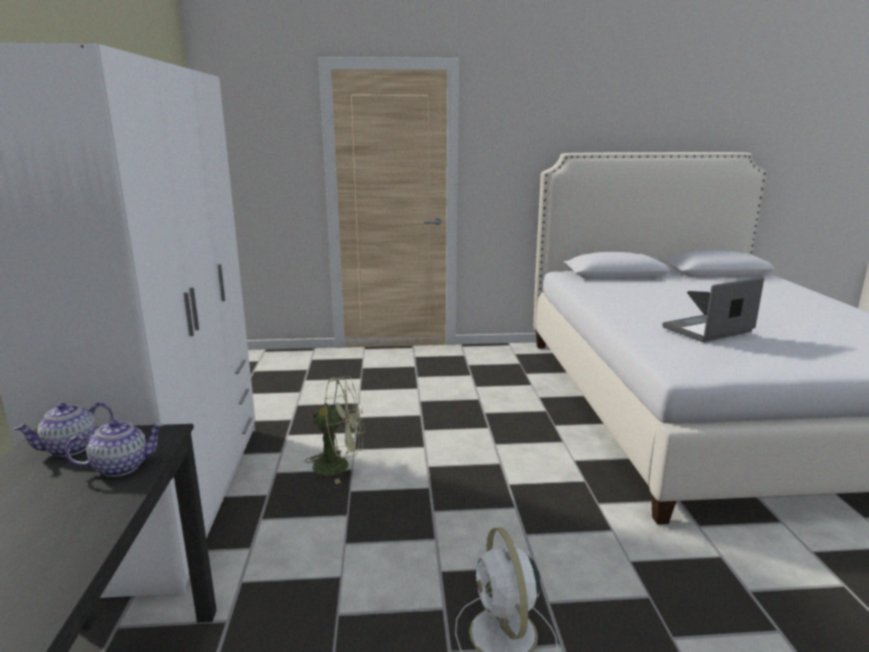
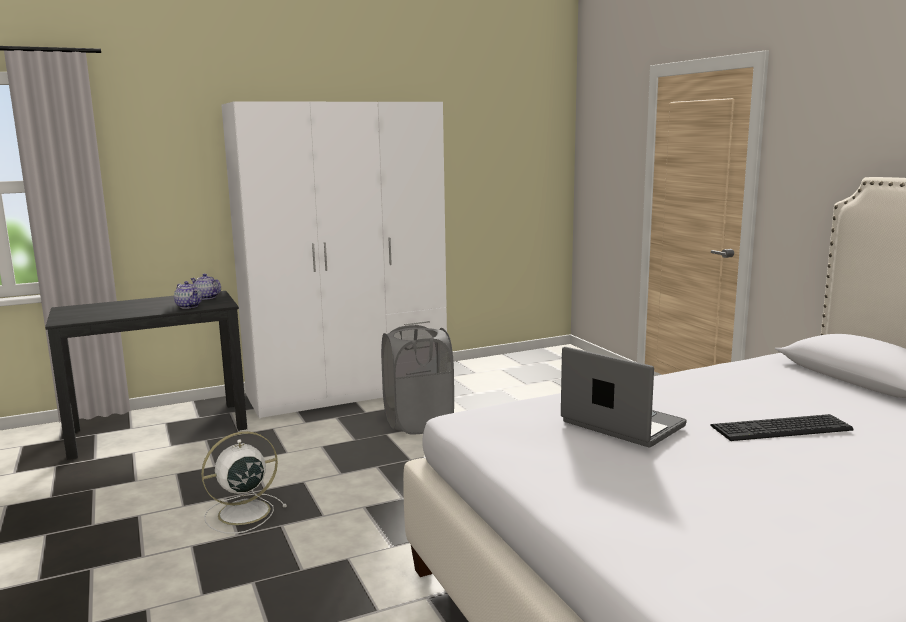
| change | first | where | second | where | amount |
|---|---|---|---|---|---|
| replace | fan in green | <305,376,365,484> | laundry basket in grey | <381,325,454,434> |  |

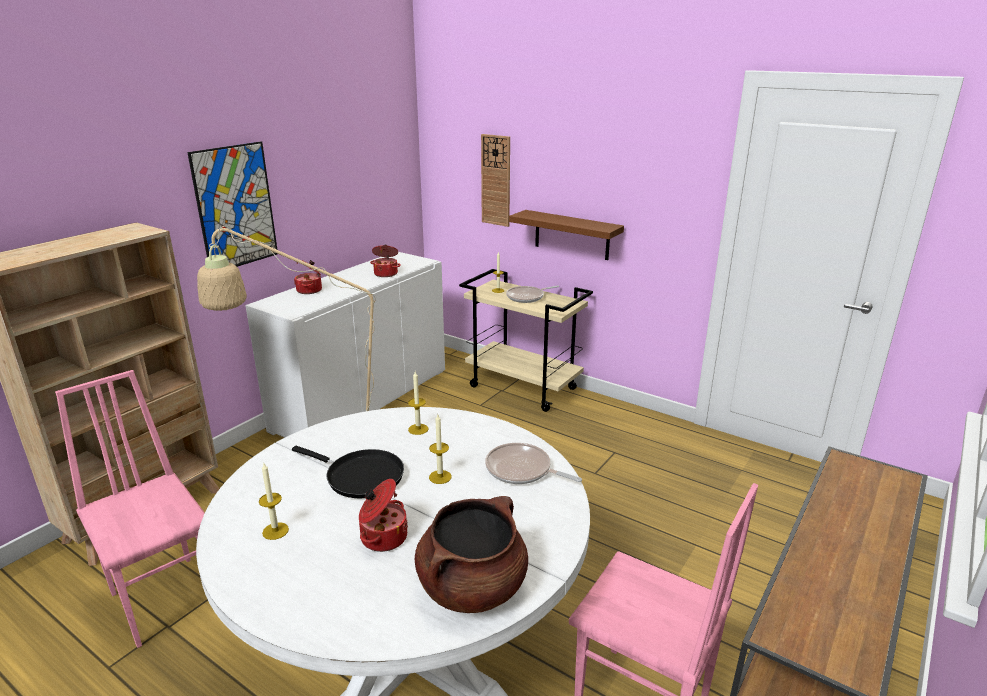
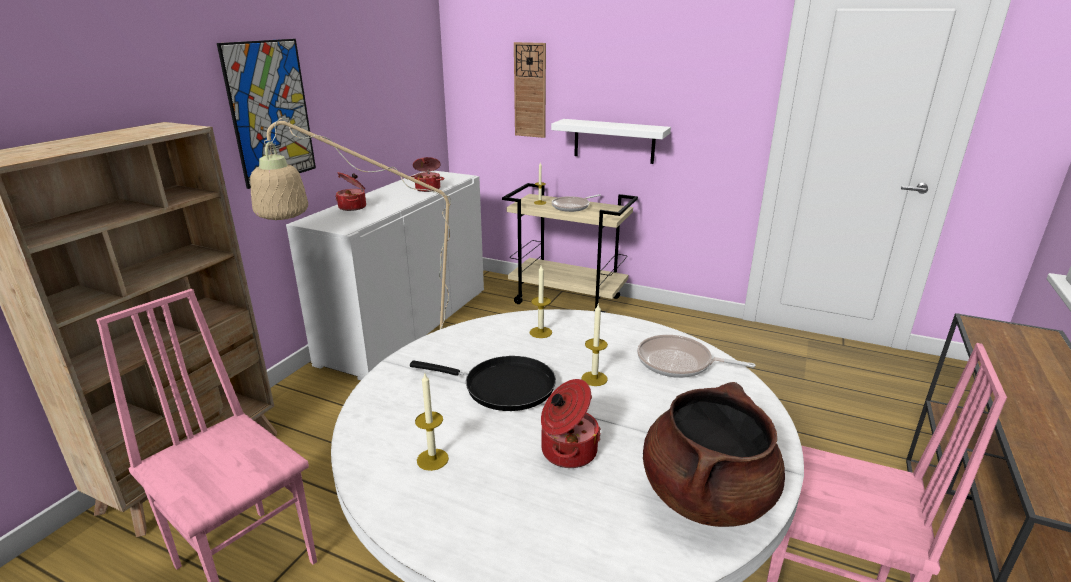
| change | first | where | second | where | amount |
|---|---|---|---|---|---|
| recolor | shelf in brown | <509,210,624,260> | shelf in white | <551,119,671,164> |  |

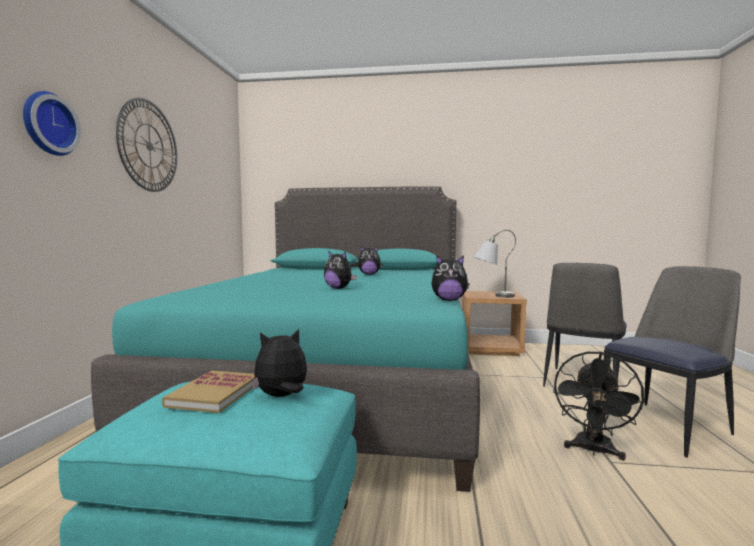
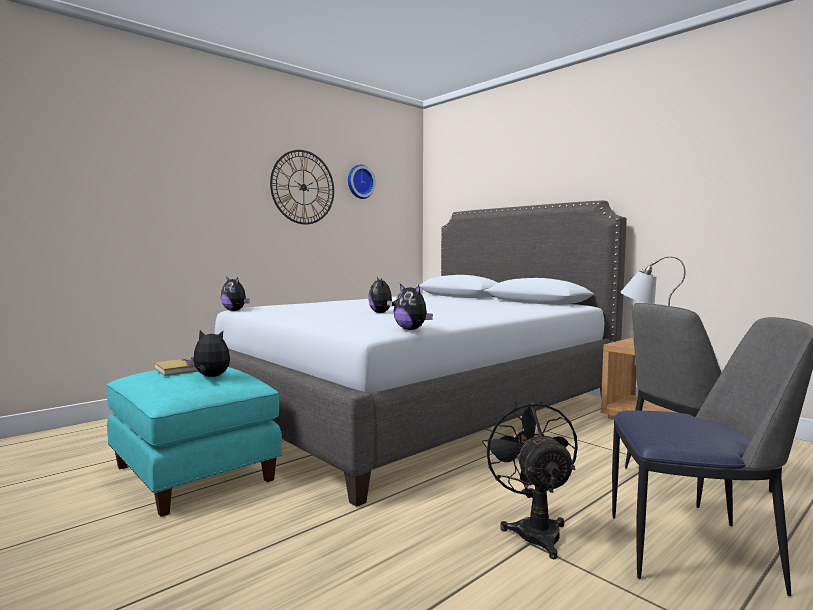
| change | first | where | second | where | amount |
|---|---|---|---|---|---|
| move | wall clock | <23,91,81,156> |  | <348,165,376,199> |  |
| recolor | bed in turquoise | <91,186,480,492> | bed in grey | <215,200,627,507> |  |
| move | plush toy | <358,246,382,275> |  | <221,276,250,311> |  |
| rotate | fan in black | <553,351,645,461> |  | <482,400,578,559> | 105 degrees clockwise |

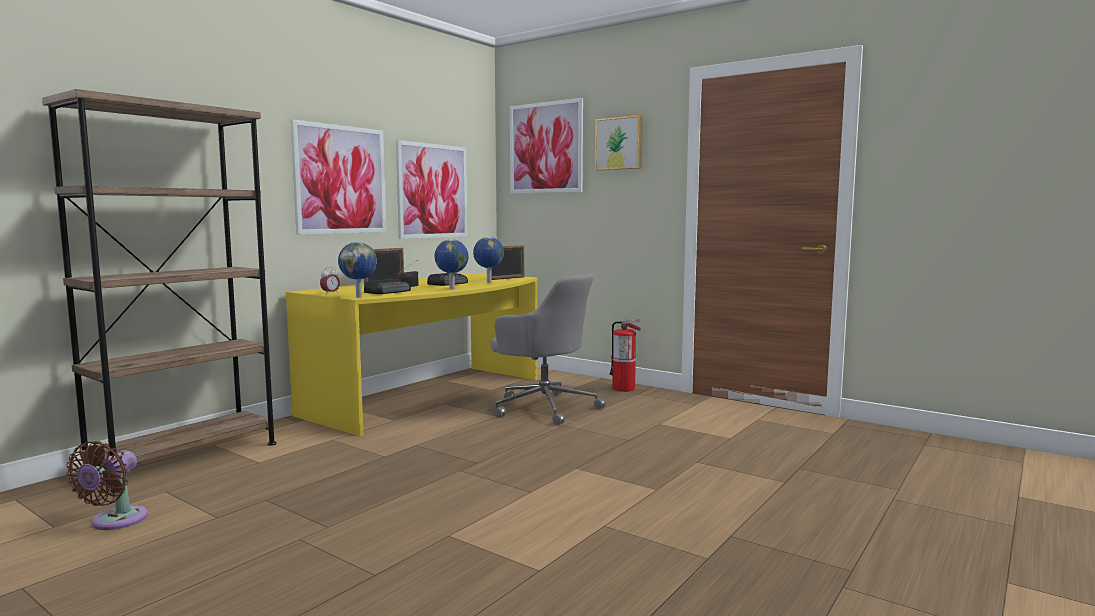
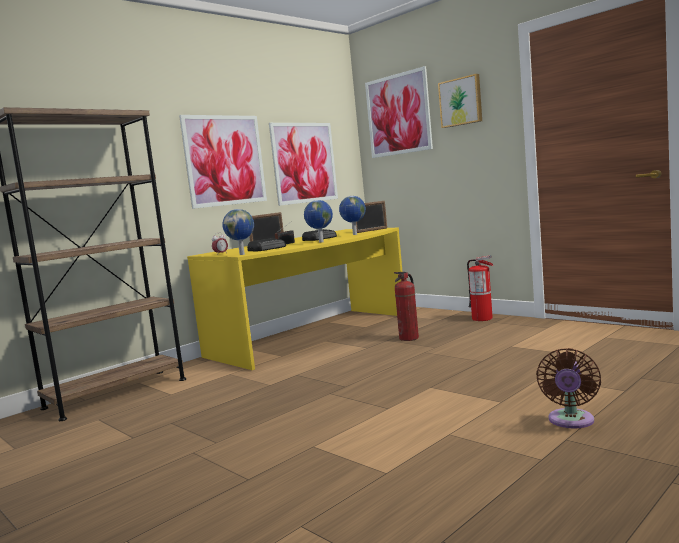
| change | first | where | second | where | amount |
|---|---|---|---|---|---|
| move | fan in brown | <66,441,148,530> |  | <536,348,601,428> |  |
| replace | office chair in grey | <490,274,605,425> | fire extinguisher | <394,272,419,341> |  |

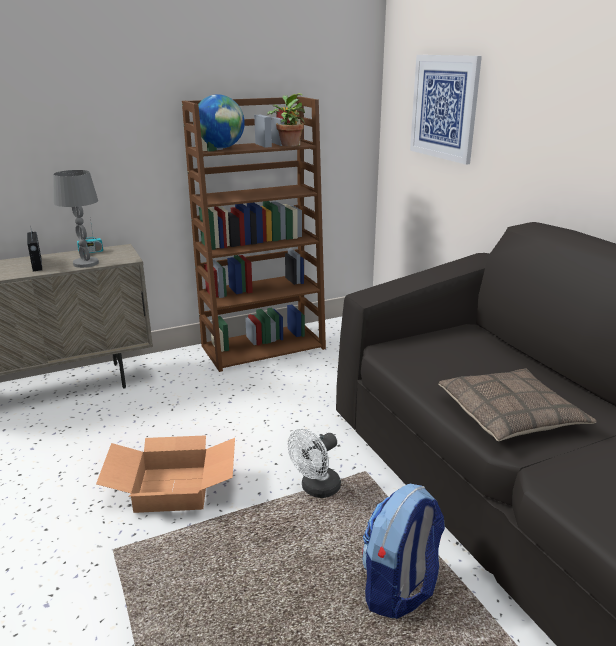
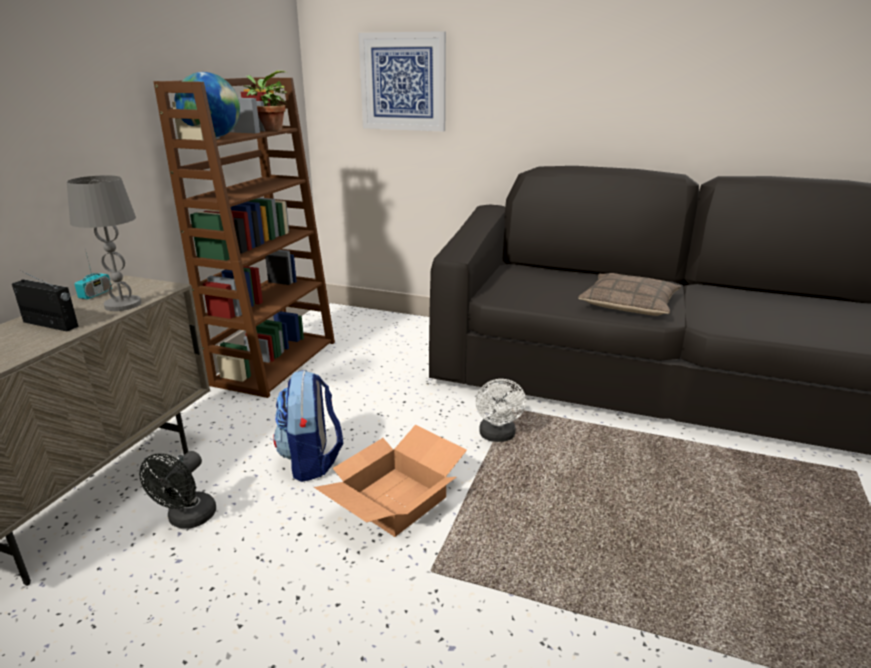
| change | first | where | second | where | amount |
|---|---|---|---|---|---|
| move | backpack | <362,484,445,619> |  | <274,370,343,482> |  |
| insert |  |  | fan in black | <139,451,216,529> |  |

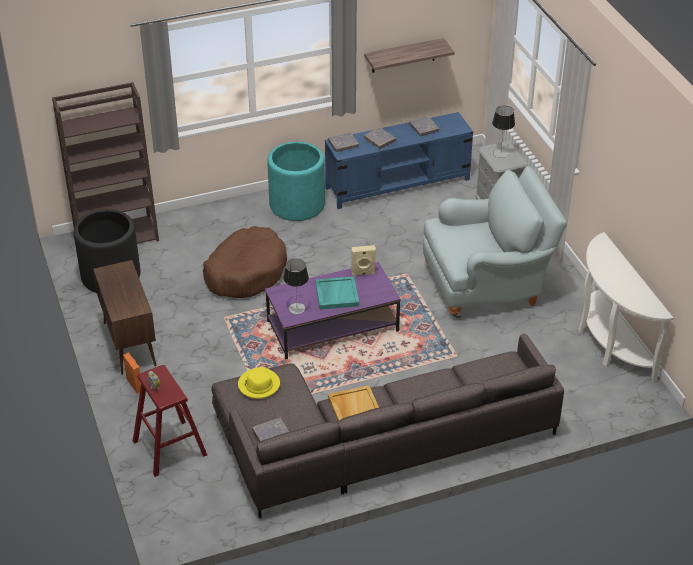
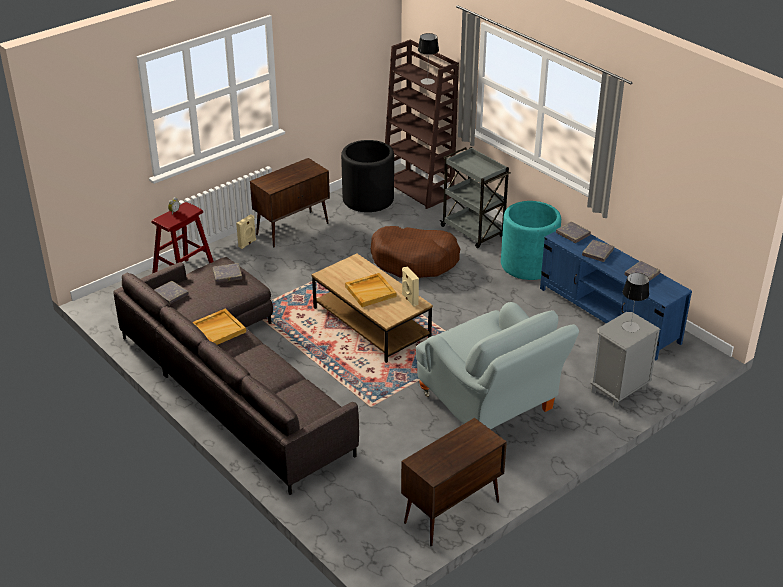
| change | first | where | second | where | amount |
|---|---|---|---|---|---|
| recolor | speaker in orange | <123,353,141,393> | speaker in beige | <236,214,256,249> |  |
| replace | hat in yellow | <238,367,280,399> | book in grey | <212,263,242,283> |  |
| recolor | coffee table in purple | <265,262,401,360> | coffee table in brown | <312,254,433,363> |  |
| move | table lamp | <284,259,309,314> |  | <418,33,439,85> |  |
| recolor | tray in turquoise | <315,276,359,309> | tray in beige | <345,273,397,307> |  |
| delete | shelf | <364,38,455,73> |  |  |  |
| replace | console table in white | <579,232,673,382> | cabinet in brown | <401,418,507,546> |  |
| insert |  |  | cart in grey | <440,147,511,248> |  |

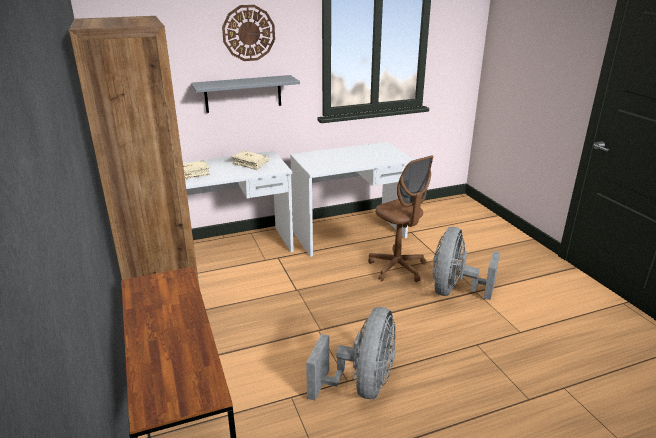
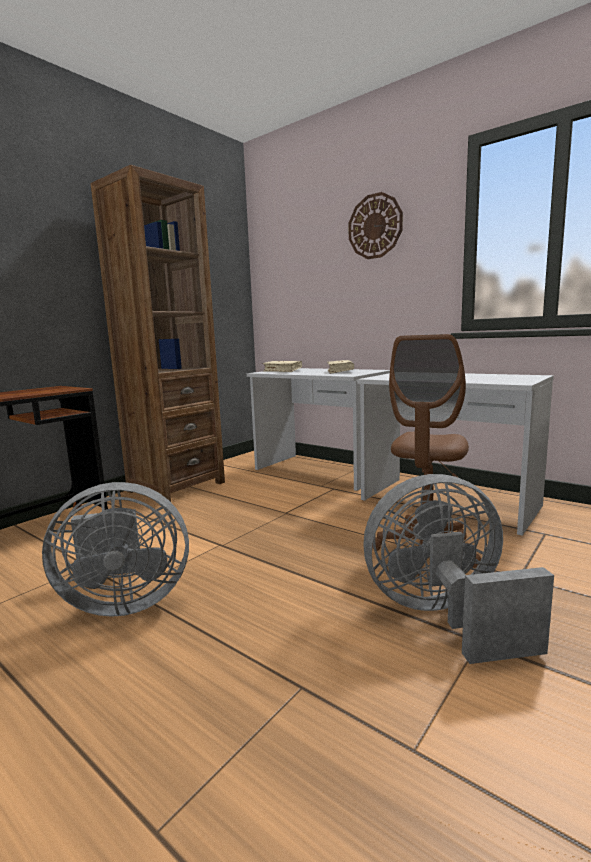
| change | first | where | second | where | amount |
|---|---|---|---|---|---|
| delete | shelf in grey | <191,75,300,113> |  |  |  |

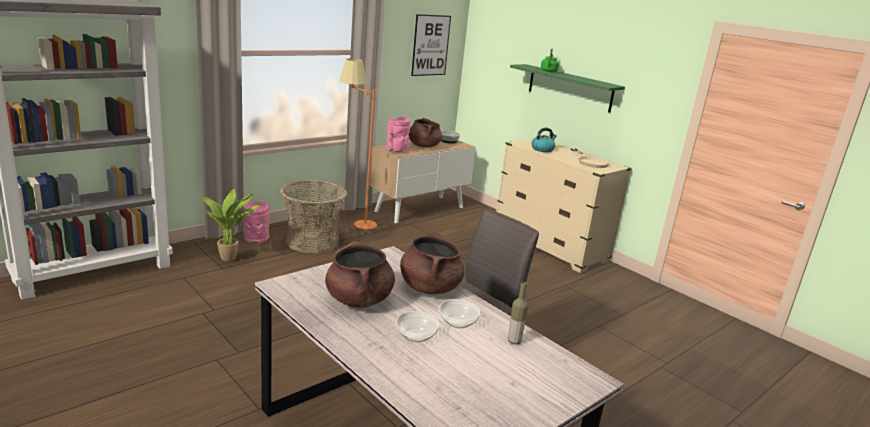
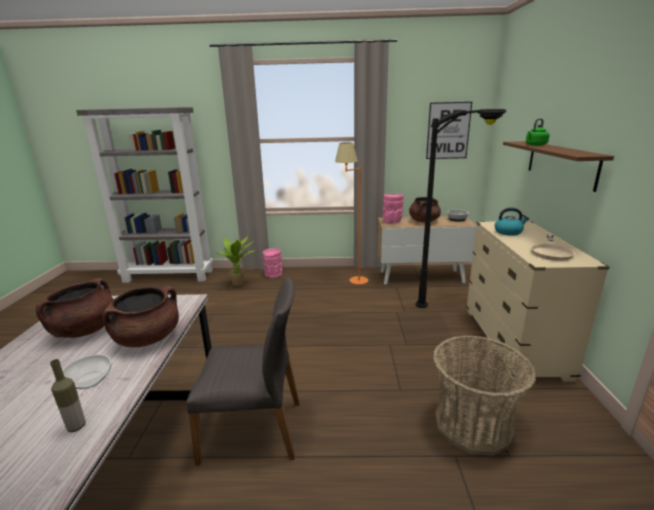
| change | first | where | second | where | amount |
|---|---|---|---|---|---|
| move | basket | <280,180,347,253> |  | <433,335,536,456> |  |
| delete | bowl | <396,311,439,342> |  |  |  |
| recolor | shelf in green | <510,64,625,113> | shelf in brown | <503,141,614,192> |  |
| insert |  |  | floor lamp in black | <415,109,507,308> |  |

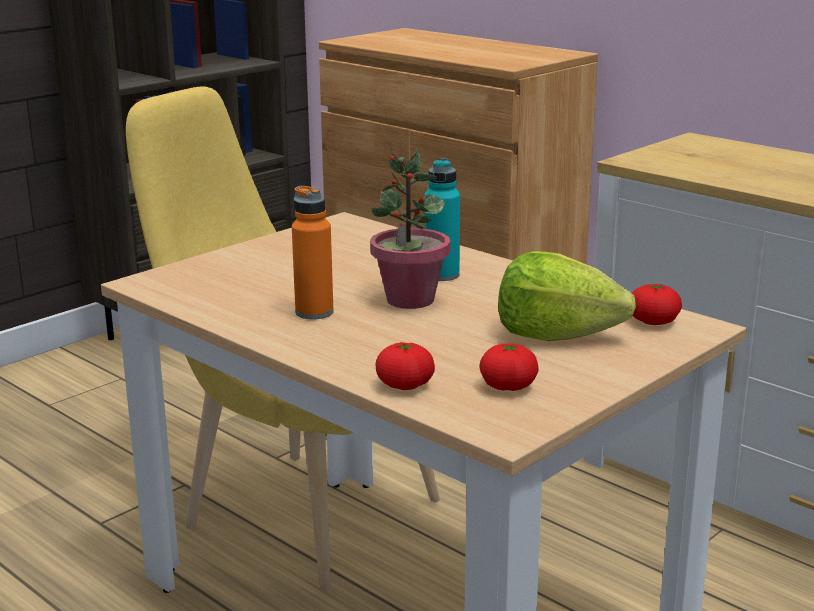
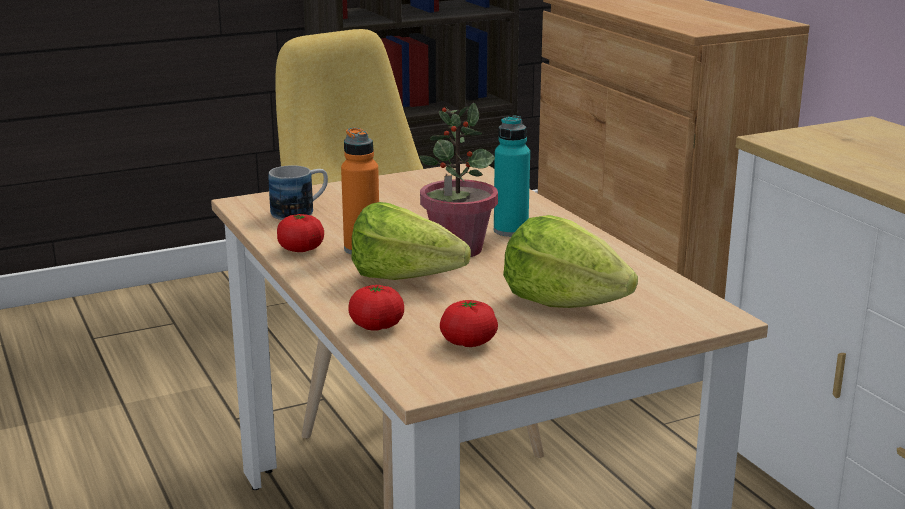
| change | first | where | second | where | amount |
|---|---|---|---|---|---|
| move | tomato | <632,284,682,325> |  | <277,214,324,252> |  |
| insert |  |  | mug | <269,165,328,220> |  |
| insert |  |  | lettuce | <351,202,471,280> |  |

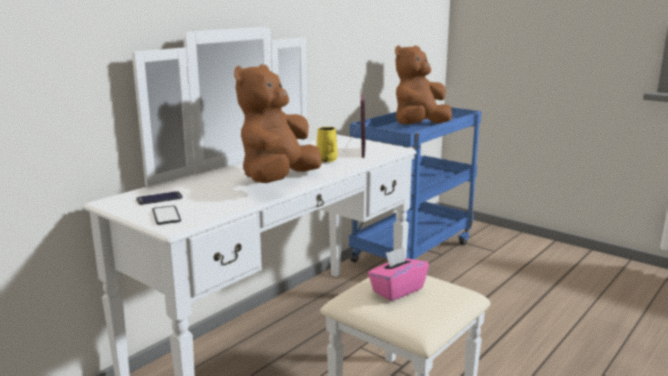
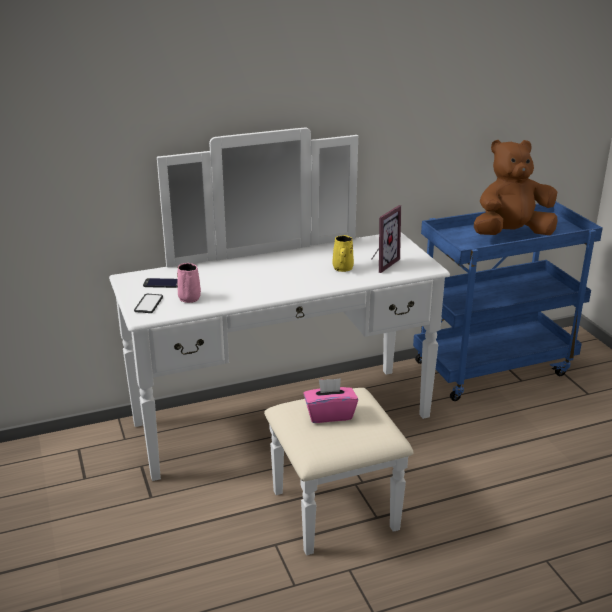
| change | first | where | second | where | amount |
|---|---|---|---|---|---|
| delete | plush toy in brown | <234,64,322,183> |  |  |  |
| insert |  |  | mug in pink | <177,263,201,303> |  |

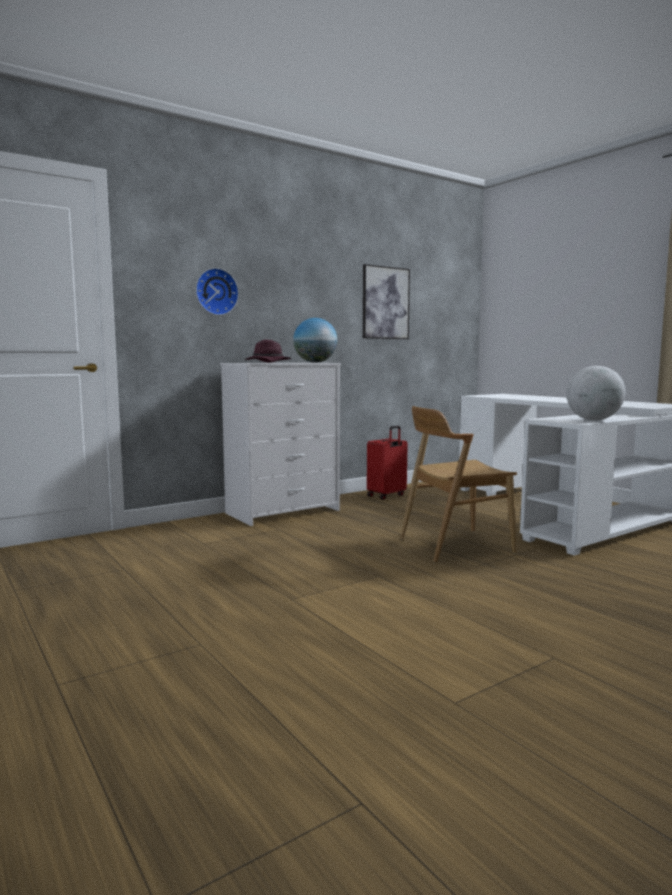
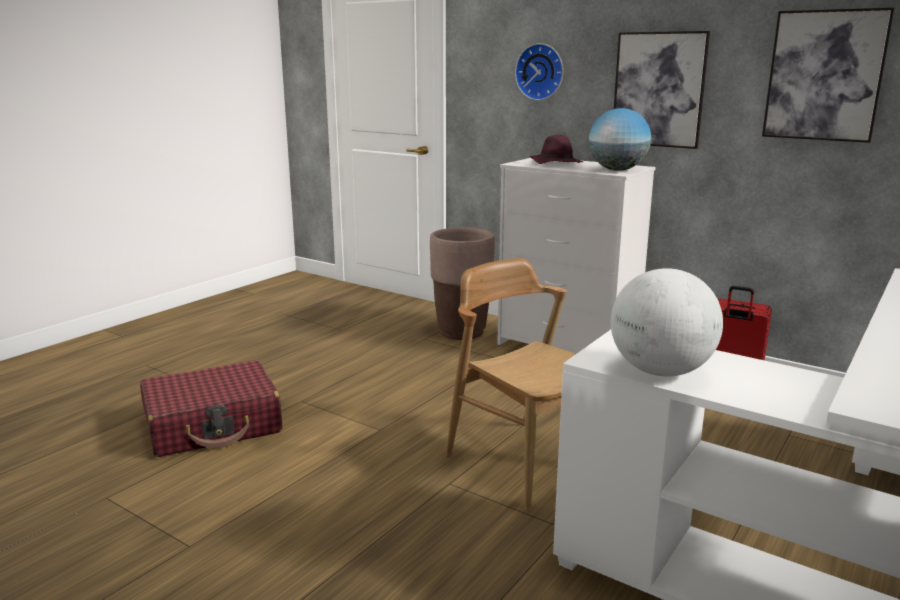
| change | first | where | second | where | amount |
|---|---|---|---|---|---|
| insert |  |  | suitcase in red | <140,360,282,457> |  |
| insert |  |  | planter in brown | <430,228,495,340> |  |
| insert |  |  | picture | <614,31,710,149> |  |

